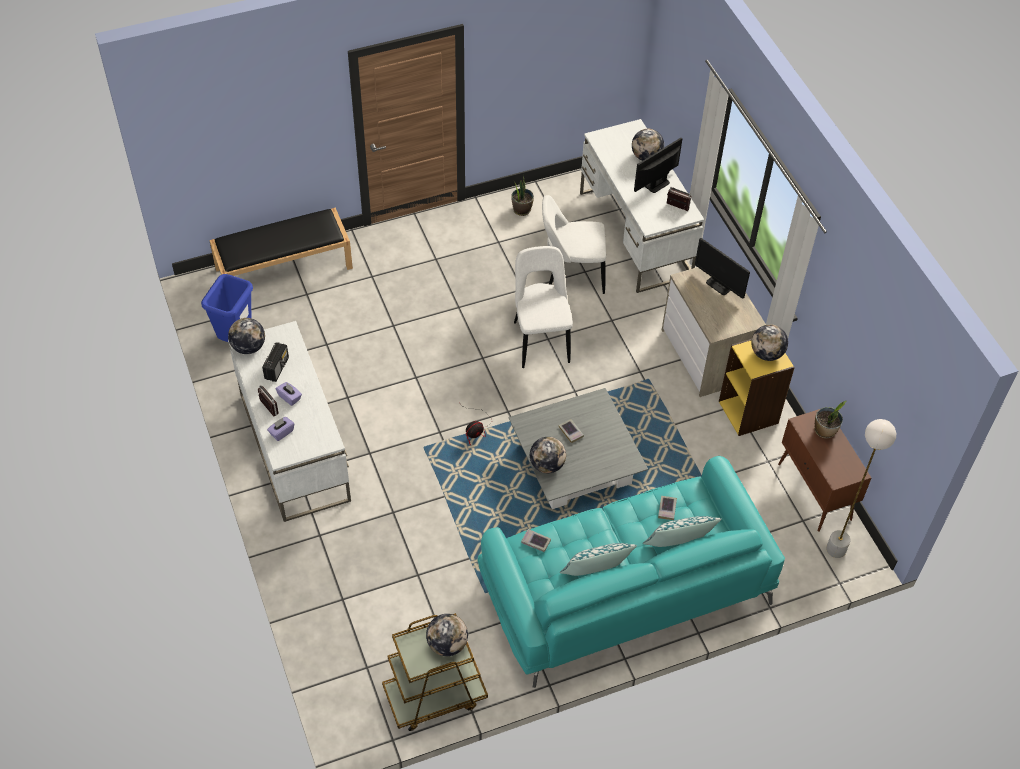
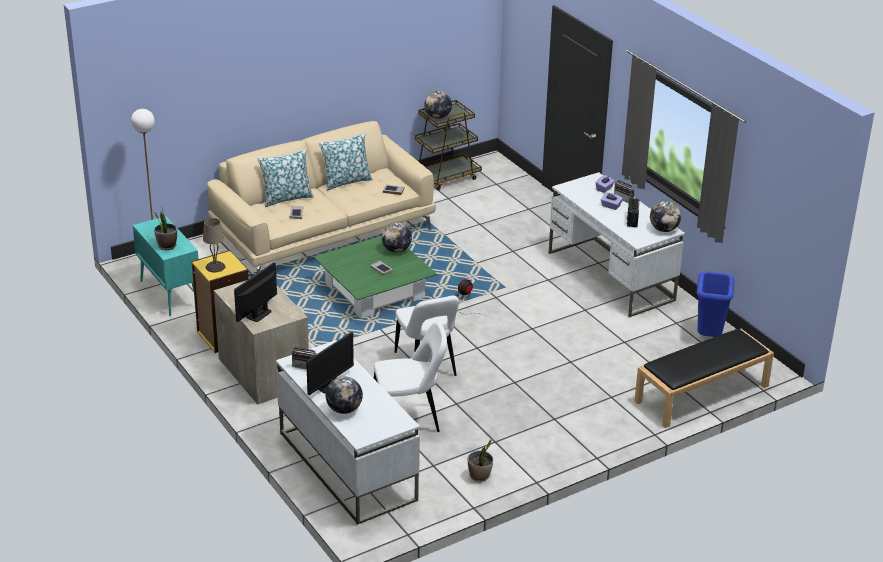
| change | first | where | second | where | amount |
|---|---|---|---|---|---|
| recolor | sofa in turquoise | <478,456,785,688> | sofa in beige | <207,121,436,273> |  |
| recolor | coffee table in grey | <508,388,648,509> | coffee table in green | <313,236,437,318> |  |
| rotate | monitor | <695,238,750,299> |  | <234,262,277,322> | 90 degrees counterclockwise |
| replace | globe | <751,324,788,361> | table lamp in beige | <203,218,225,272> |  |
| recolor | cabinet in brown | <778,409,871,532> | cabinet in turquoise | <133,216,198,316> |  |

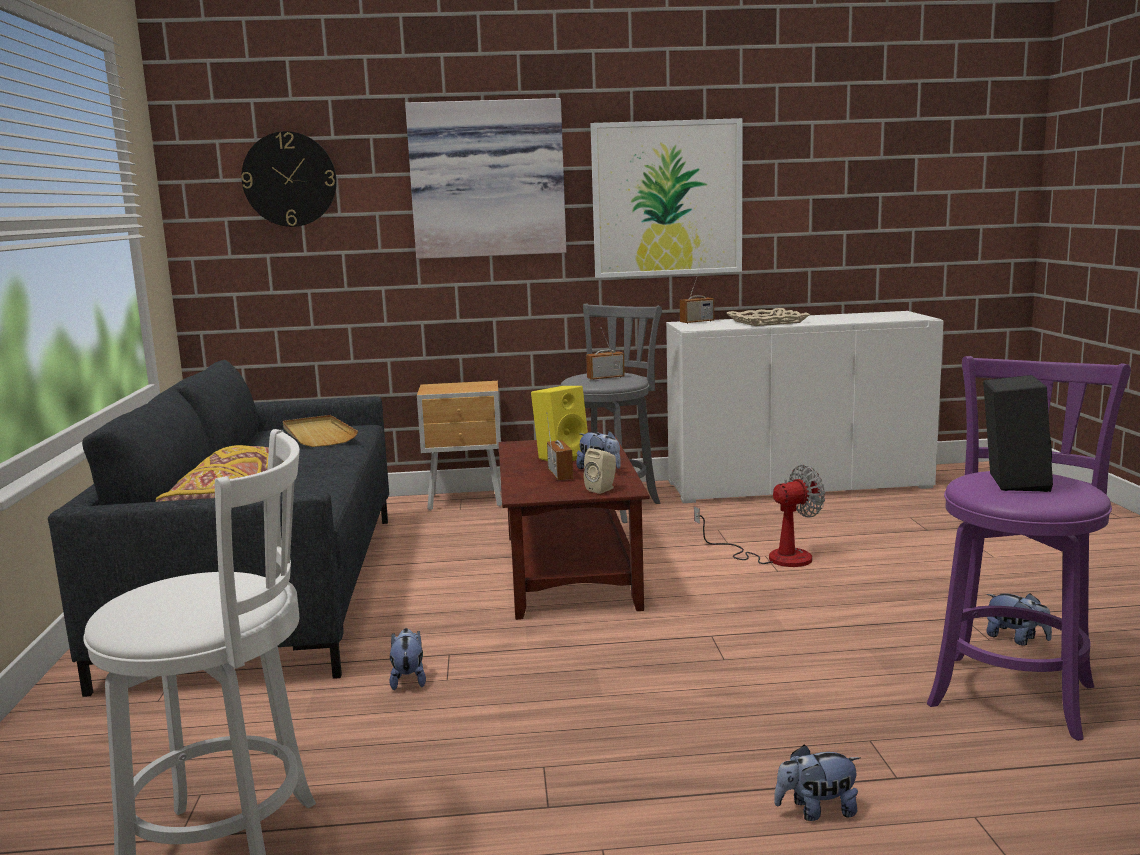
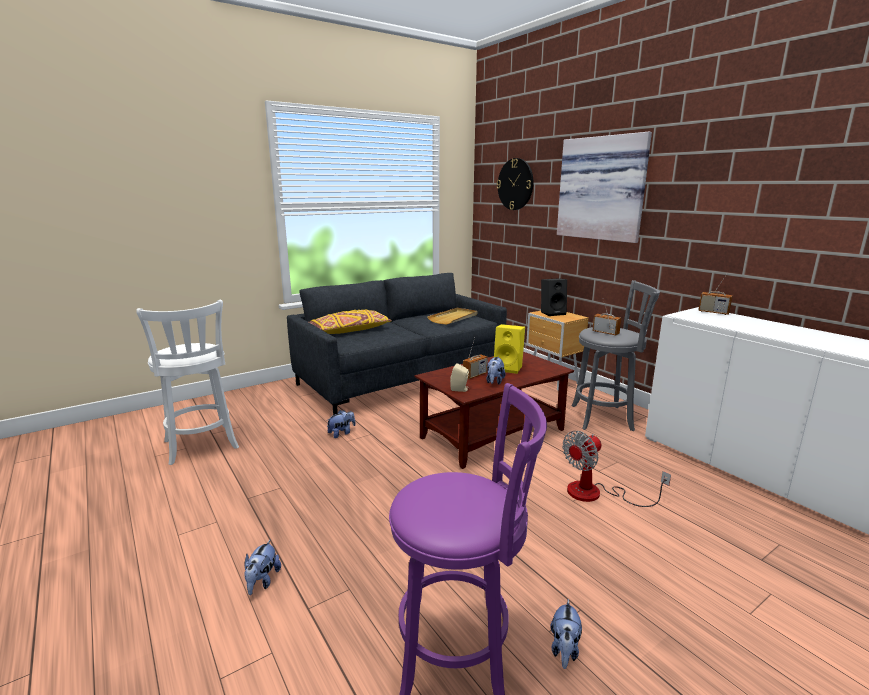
| change | first | where | second | where | amount |
|---|---|---|---|---|---|
| delete | picture | <591,118,743,278> |  |  |  |
| rotate | fan | <694,465,825,567> |  | <562,431,671,507> | 105 degrees clockwise |
| delete | tray in beige | <726,308,810,326> |  |  |  |
| rotate | plush toy | <774,745,860,821> |  | <244,539,281,595> | 135 degrees counterclockwise |
| move | speaker in black | <983,375,1053,492> |  | <541,278,567,316> |  |

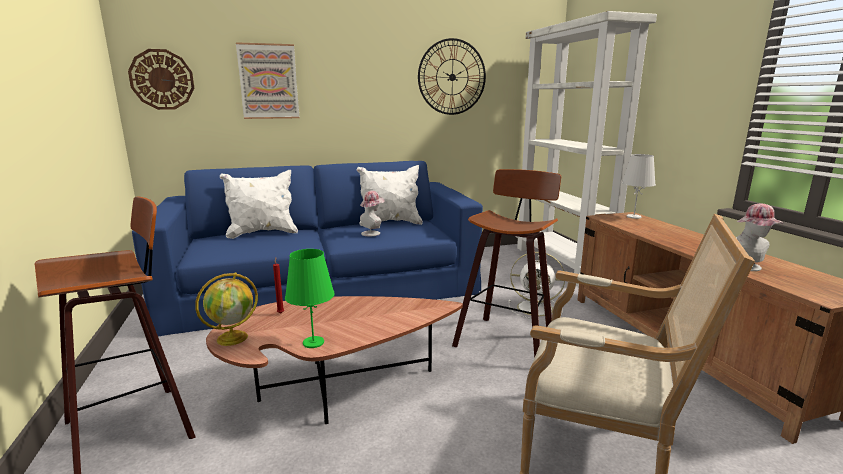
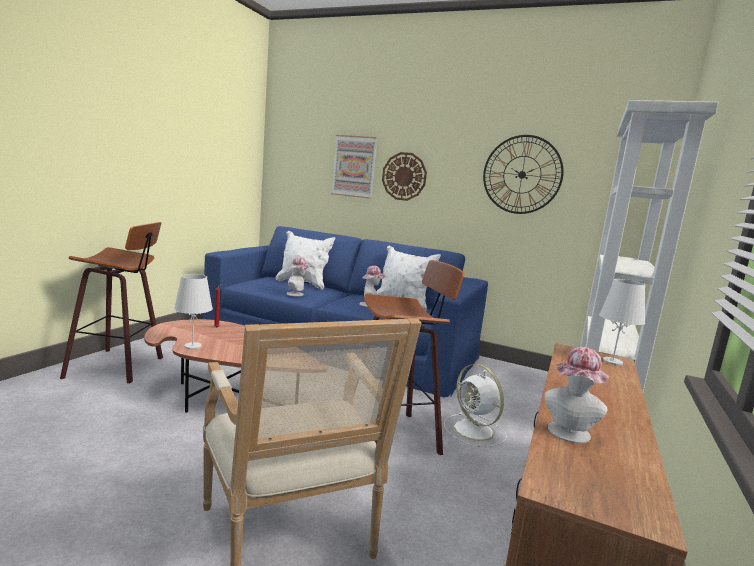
| change | first | where | second | where | amount |
|---|---|---|---|---|---|
| move | wall clock | <128,49,194,110> |  | <382,152,427,201> |  |
| delete | globe | <195,272,258,346> |  |  |  |
| recolor | table lamp in green | <285,249,335,348> | table lamp in white | <174,274,213,349> |  |
| insert |  |  | hat | <286,256,311,297> |  |

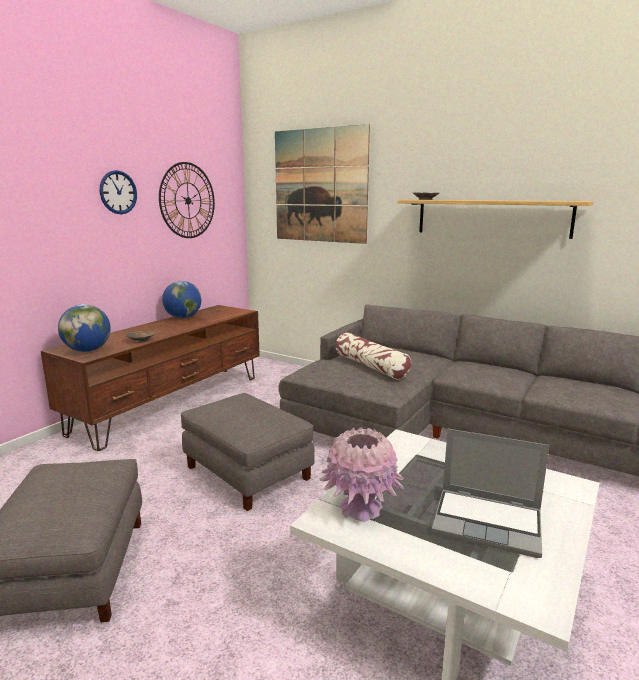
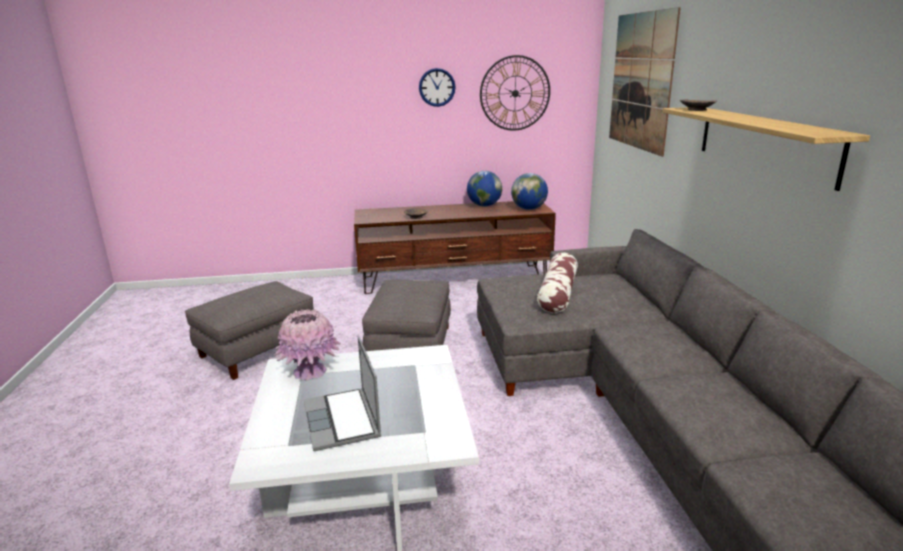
| change | first | where | second | where | amount |
|---|---|---|---|---|---|
| move | globe | <58,304,111,352> |  | <511,173,548,210> |  |

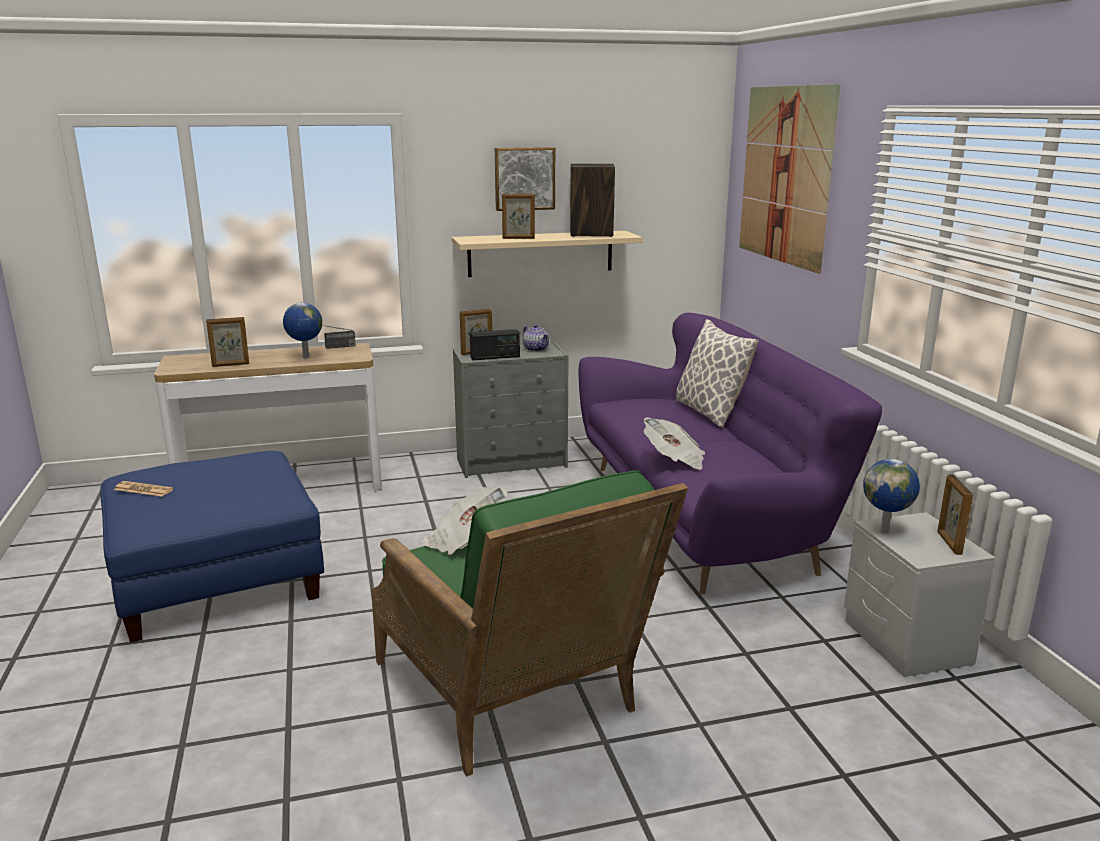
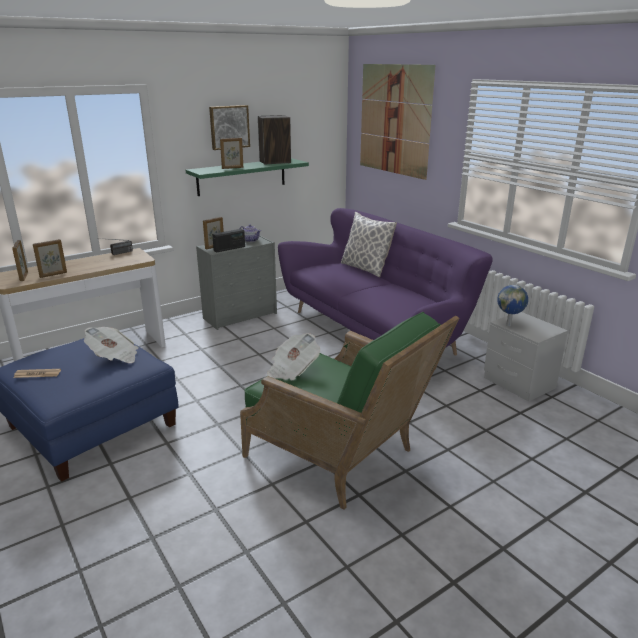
| change | first | where | second | where | amount |
|---|---|---|---|---|---|
| delete | globe | <283,303,322,359> |  |  |  |
| recolor | shelf in beige | <452,231,643,277> | shelf in green | <186,158,309,196> |  |
| move | newspaper | <644,417,705,470> |  | <84,327,138,363> |  |
| move | picture frame | <937,474,973,555> |  | <12,240,28,281> |  |

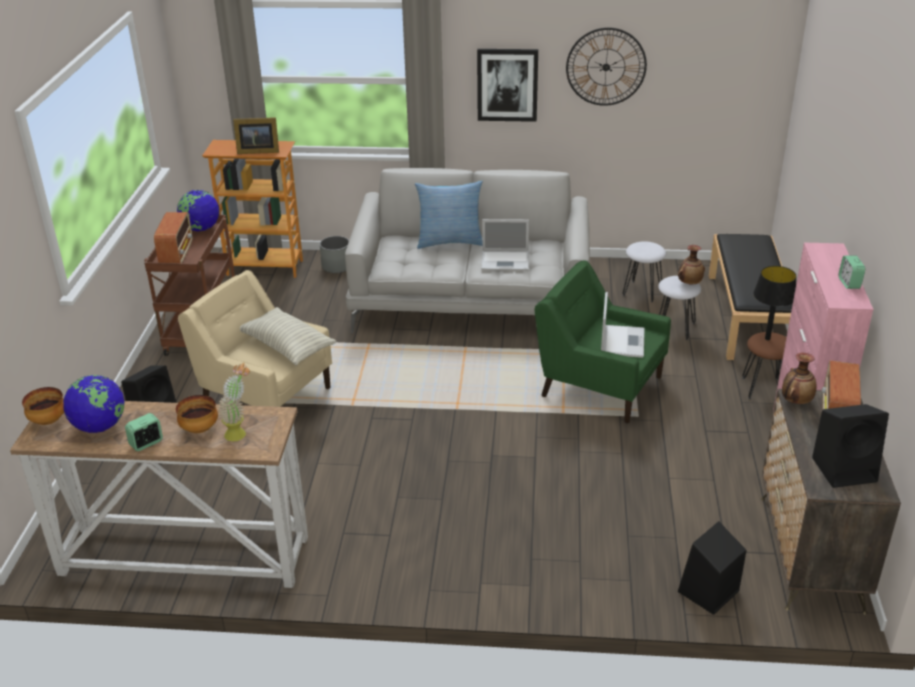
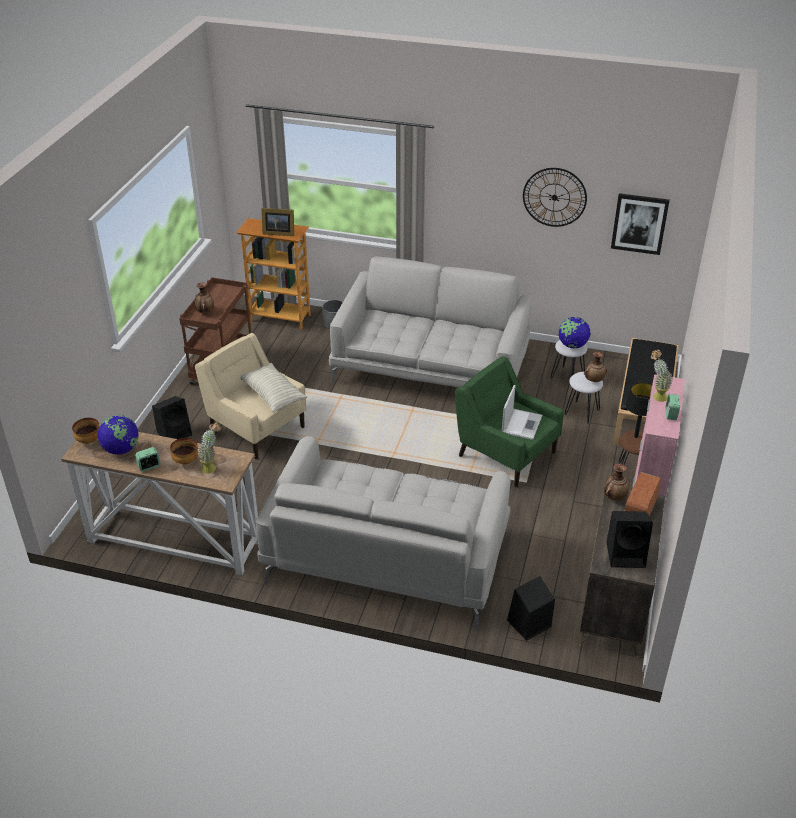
| change | first | where | second | where | amount |
|---|---|---|---|---|---|
| replace | radio | <154,212,193,263> | vase | <194,282,214,313> |  |
| move | globe | <177,190,220,231> |  | <559,317,591,348> |  |
| delete | pillow | <415,181,483,249> |  |  |  |
| move | picture | <477,49,538,122> |  | <611,193,670,255> |  |
| delete | laptop | <481,219,529,271> |  |  |  |
| insert |  |  | sofa in grey | <255,436,510,630> |  |
| insert |  |  | potted plant | <651,350,673,402> |  |

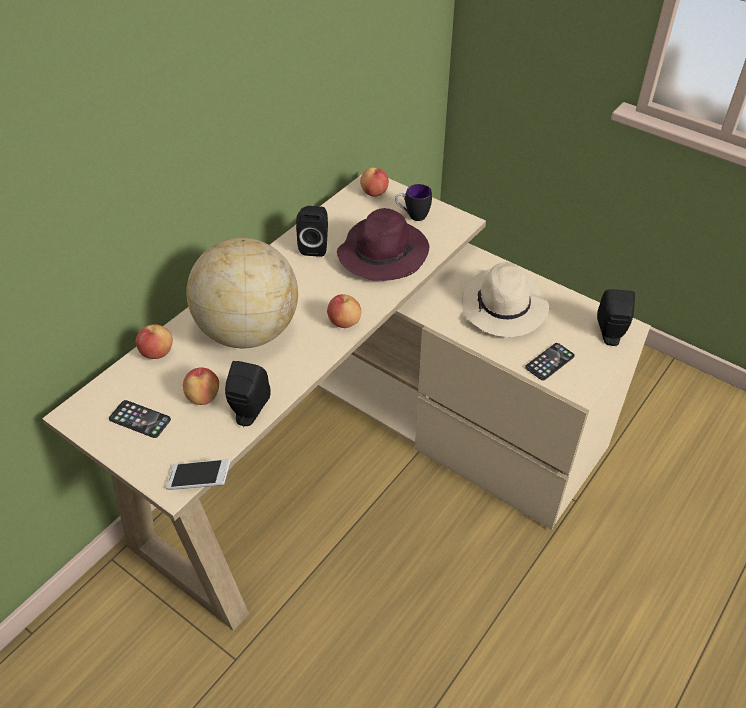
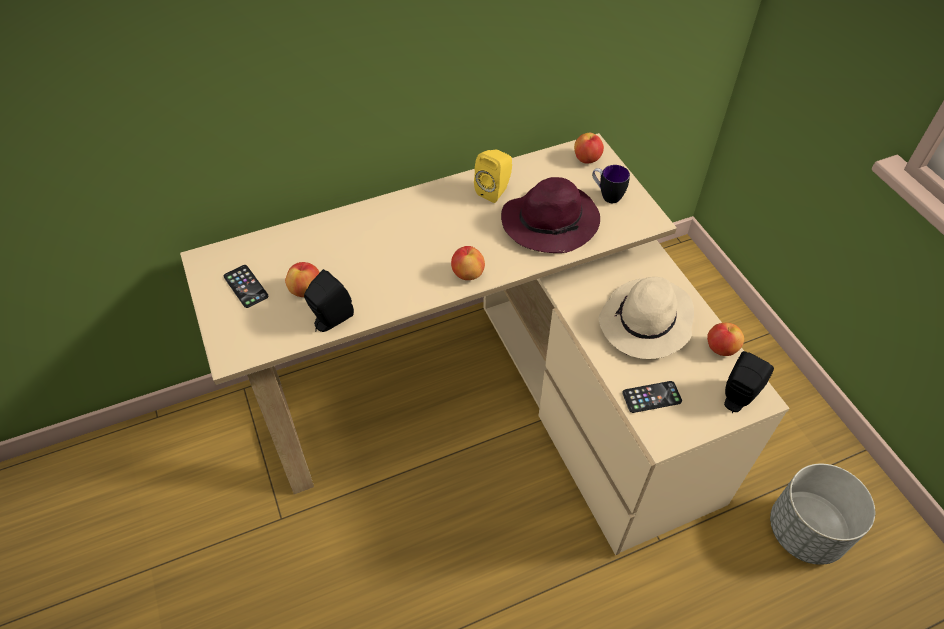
| change | first | where | second | where | amount |
|---|---|---|---|---|---|
| move | apple | <135,324,173,359> |  | <707,323,744,356> |  |
| delete | phone | <165,459,231,490> |  |  |  |
| delete | globe | <186,238,298,348> |  |  |  |
| recolor | speaker in black | <296,206,328,257> | speaker in yellow | <474,150,512,203> |  |
| insert |  |  | planter in grey | <770,464,875,565> |  |

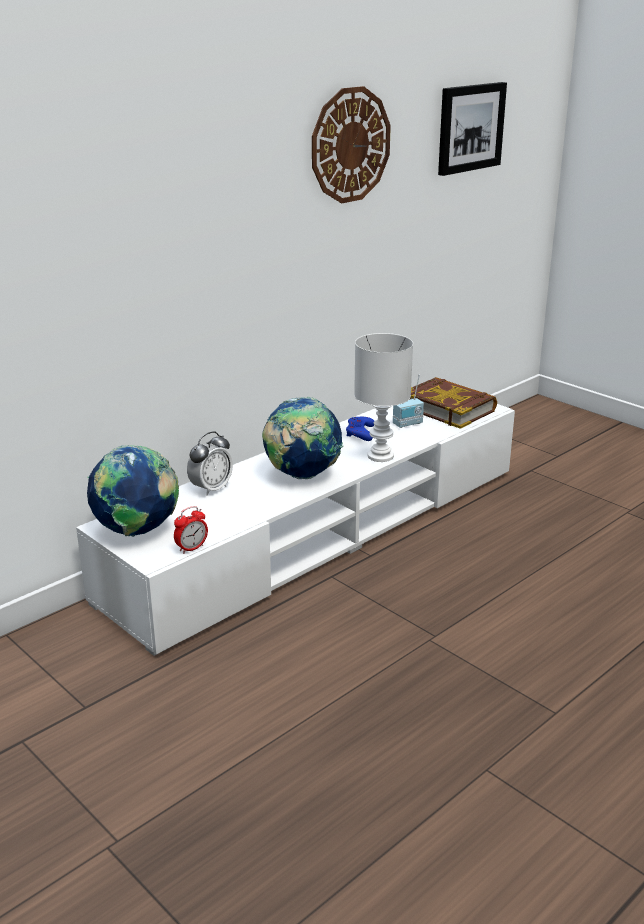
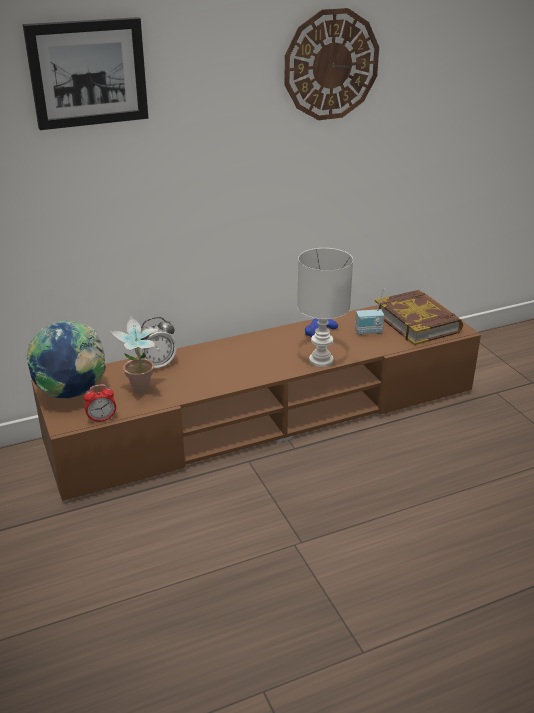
| change | first | where | second | where | amount |
|---|---|---|---|---|---|
| recolor | tv stand in white | <76,404,515,656> | tv stand in brown | <31,295,481,501> |  |
| delete | globe | <262,397,343,479> |  |  |  |
| move | picture | <438,82,507,176> |  | <23,17,148,130> |  |
| insert |  |  | potted plant | <110,315,159,394> |  |

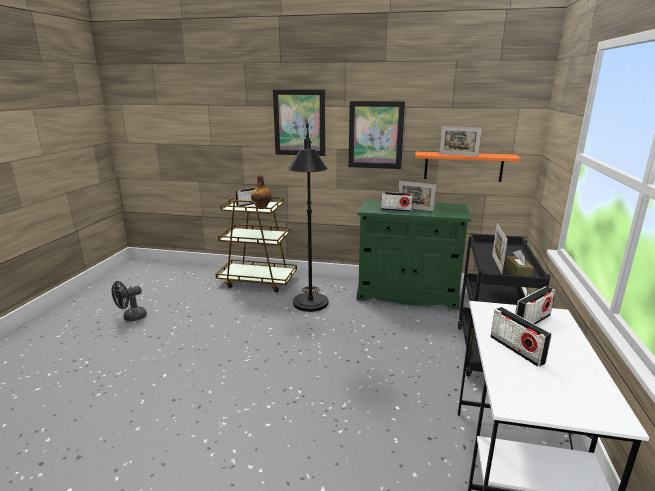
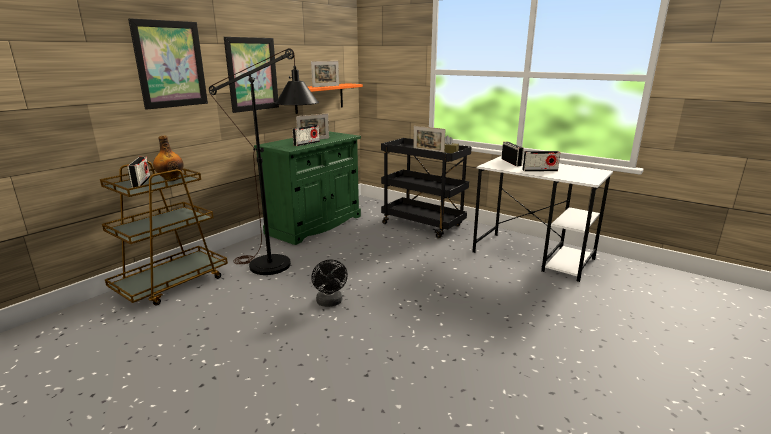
| change | first | where | second | where | amount |
|---|---|---|---|---|---|
| move | fan in black | <112,281,147,321> |  | <311,260,348,307> |  |

